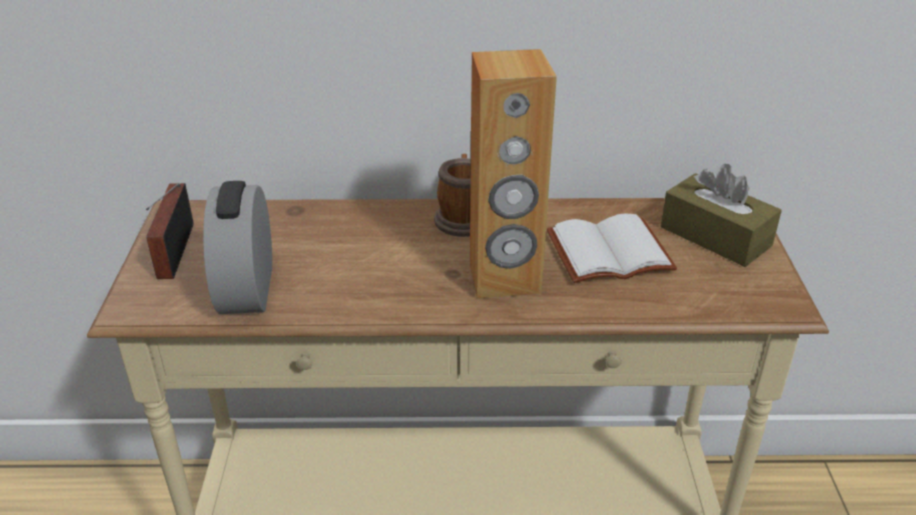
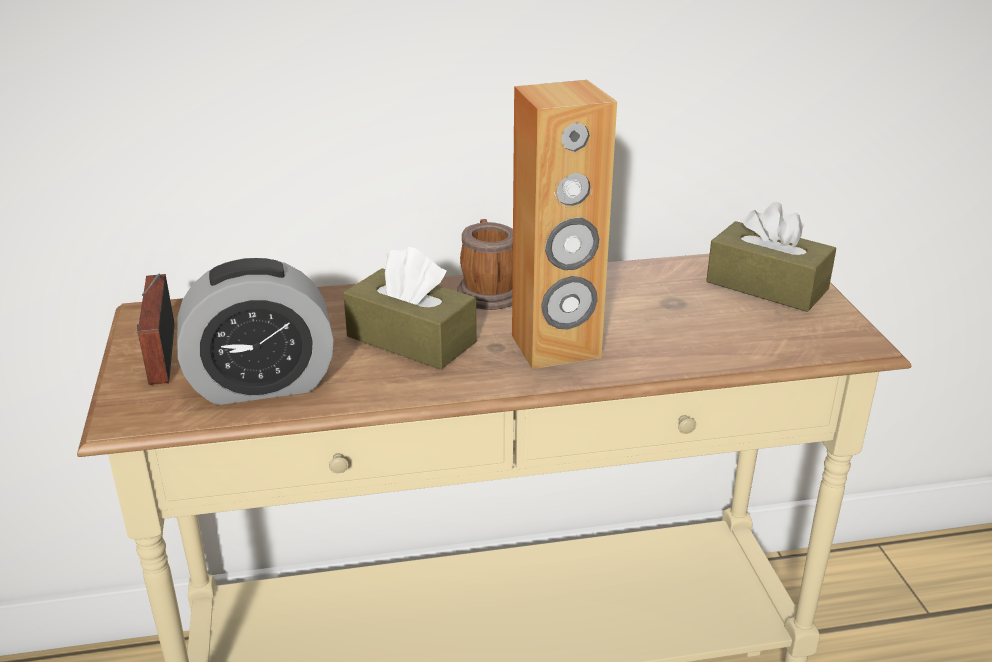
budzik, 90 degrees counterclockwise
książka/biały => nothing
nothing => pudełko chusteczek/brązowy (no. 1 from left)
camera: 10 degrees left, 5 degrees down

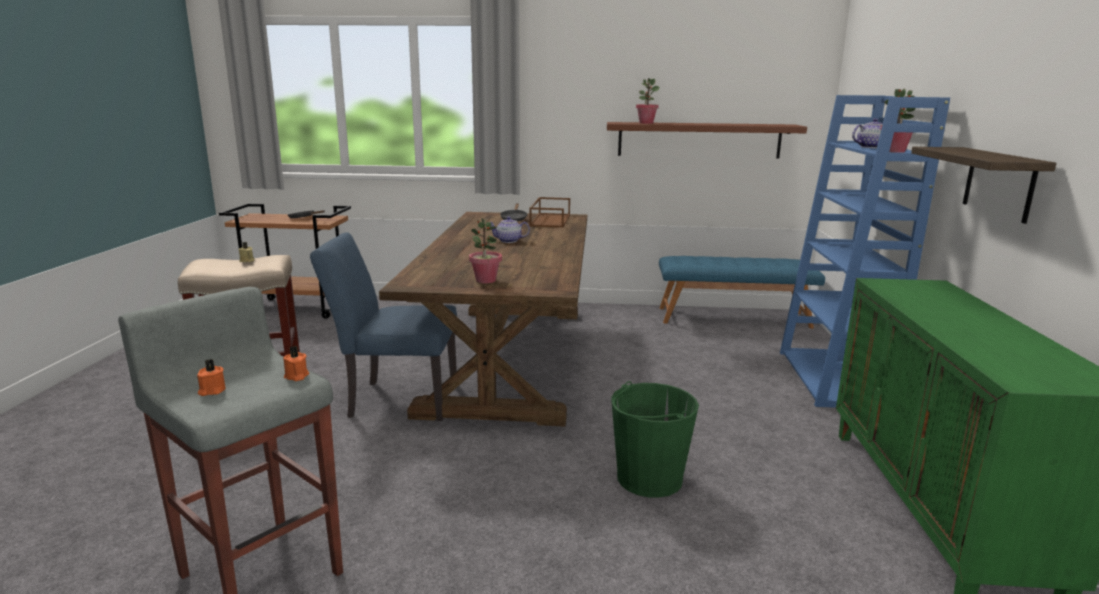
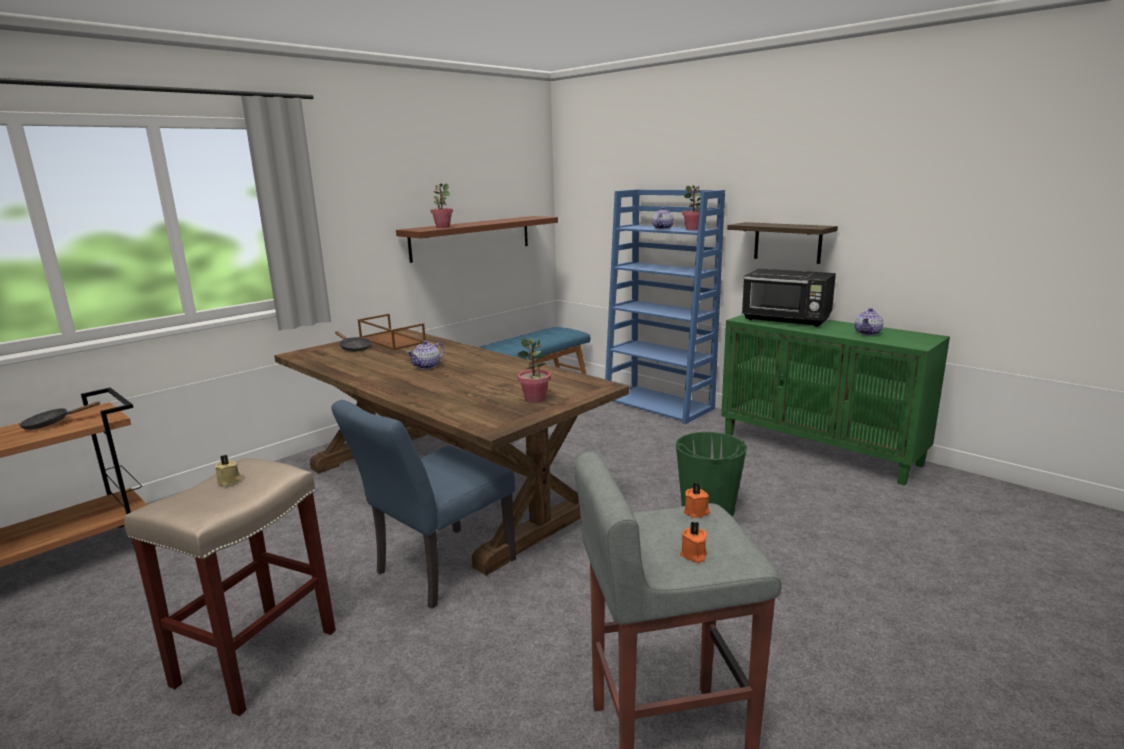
nothing => mikrofalówka/czarny
nothing => imbryk (no. 3 from left)
camera: 50 degrees left, 0 degrees up

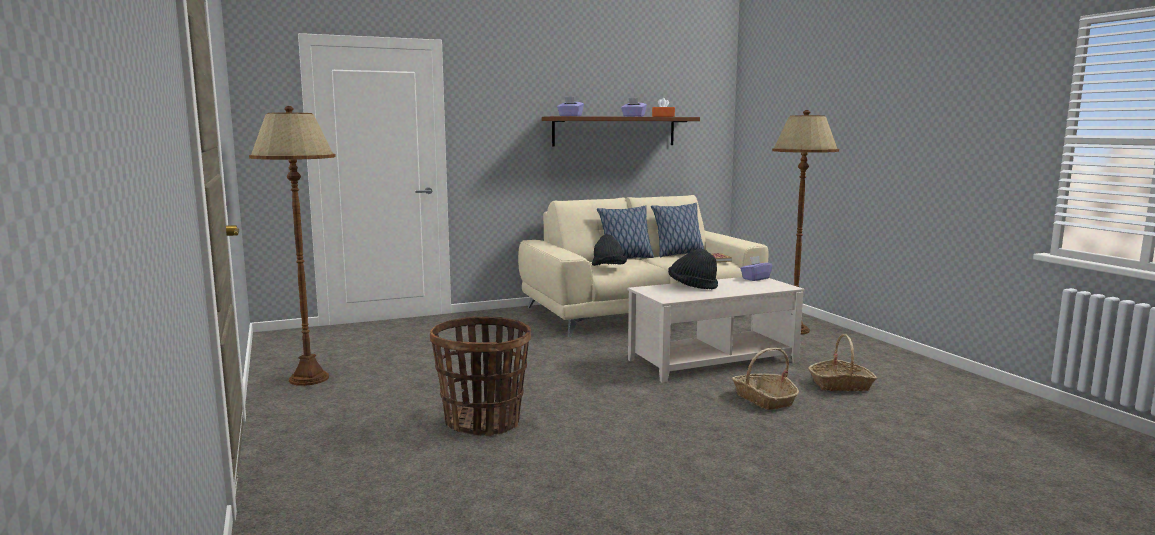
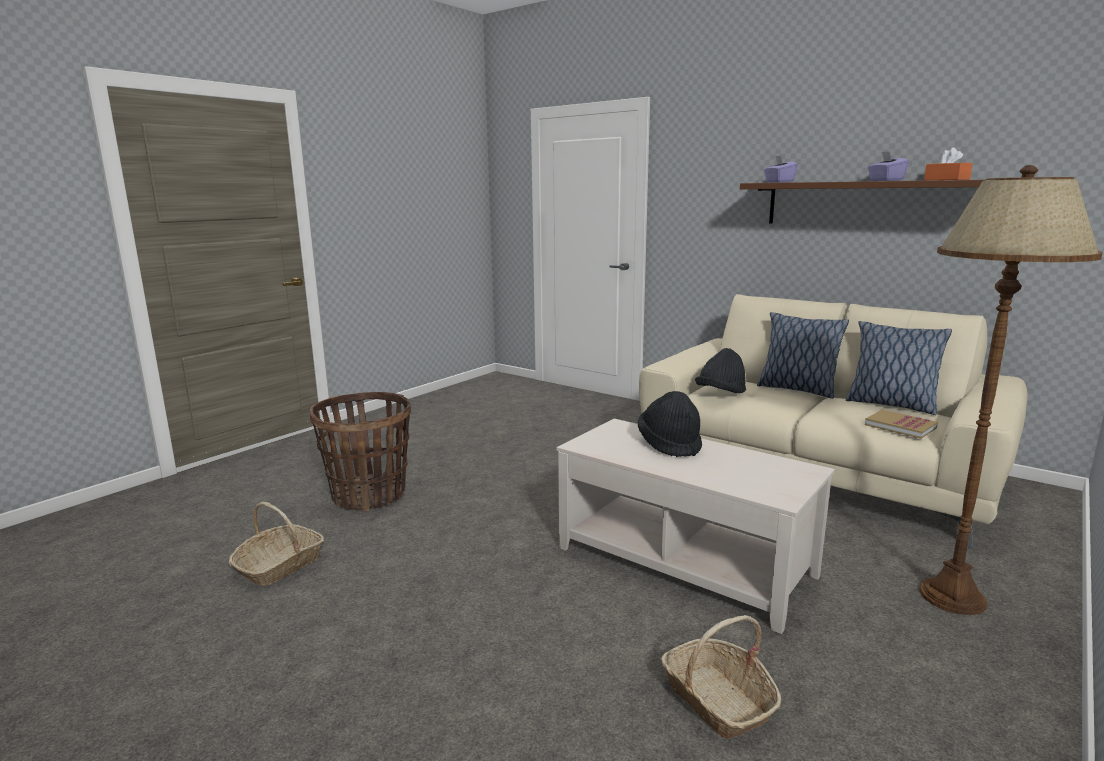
lampa stojąca/brązowy (no. 1 from left) => nothing
pudełko chusteczek/fioletowy (no. 3 from left) => nothing
koszyk (no. 2 from left in the first image) => koszyk (no. 1 from left), relocated
camera: 60 degrees right, 5 degrees up

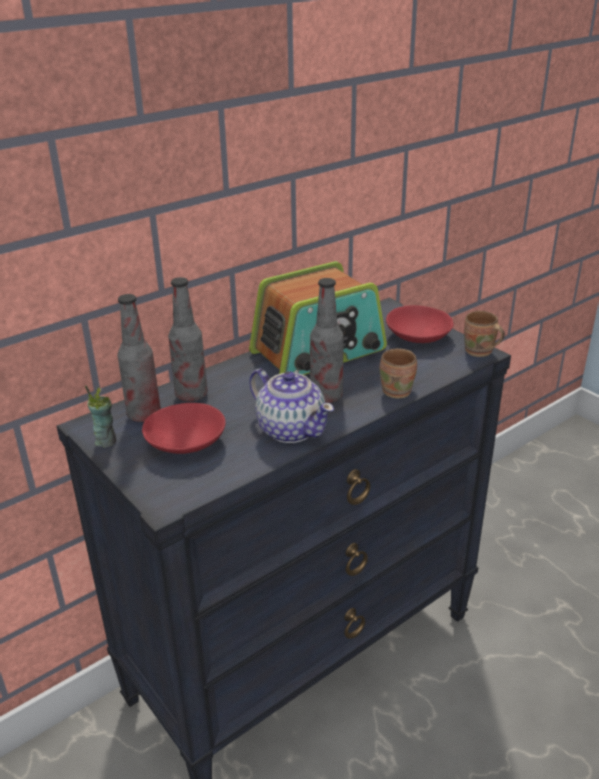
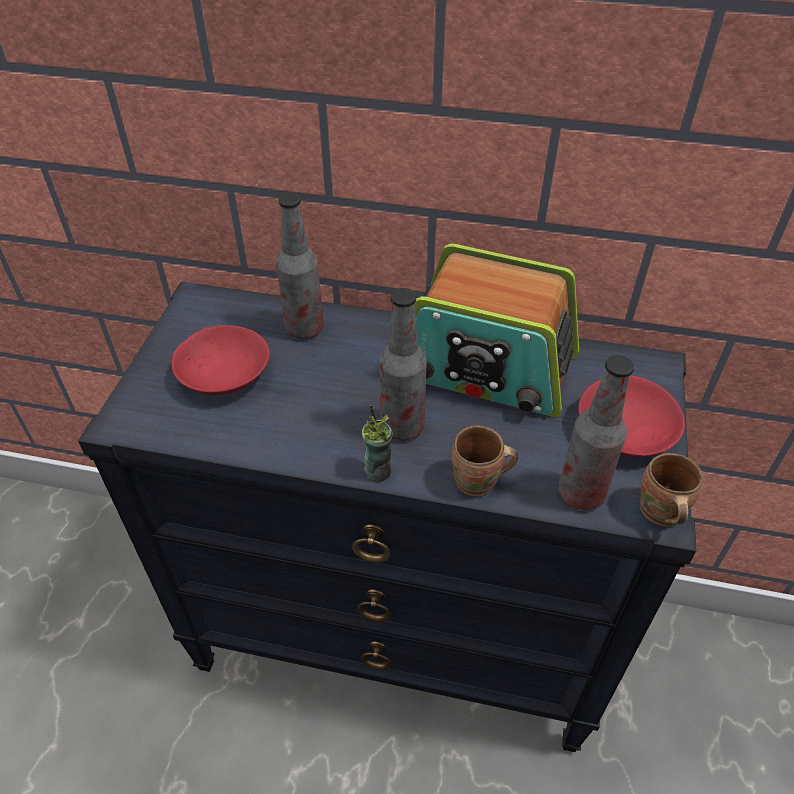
butelka (no. 1 from left in the first image) => butelka (no. 3 from left), relocated
imbryk => nothing
filiżanka, relocated
camera: 50 degrees right, 15 degrees up

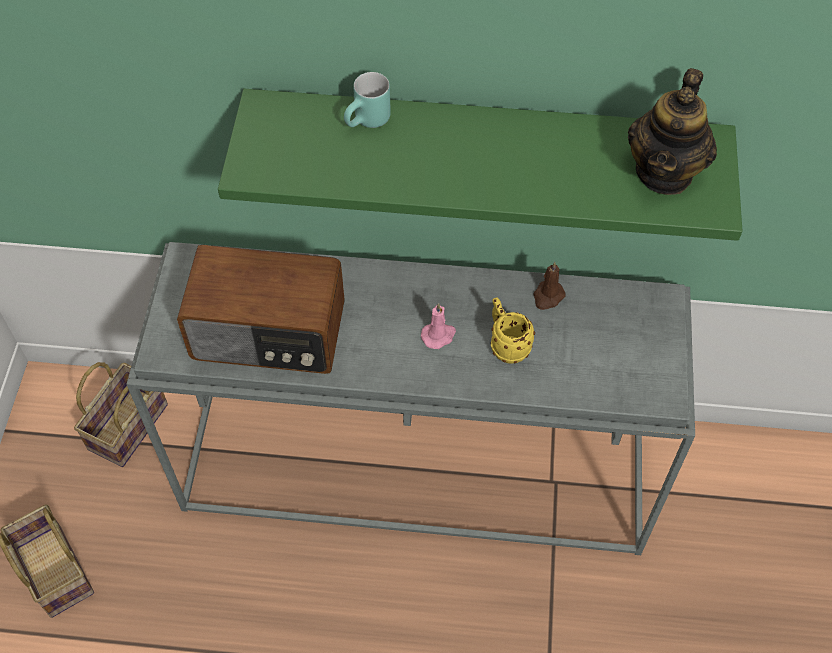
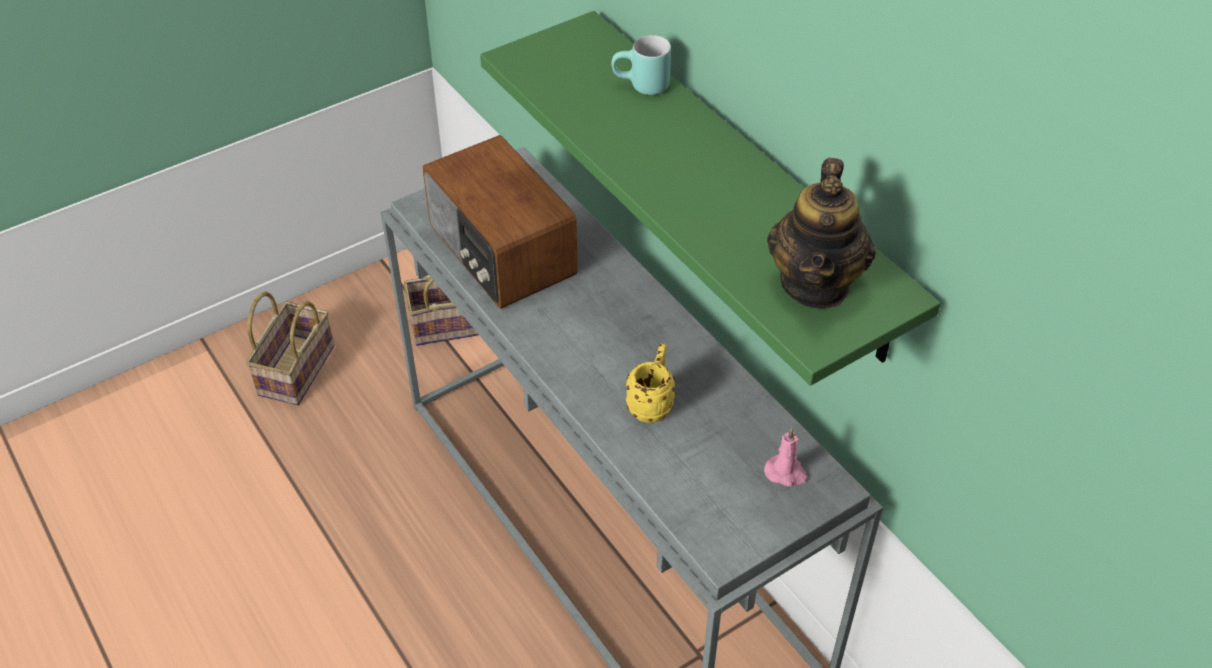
imbryk, 60 degrees counterclockwise
świeca/brązowy => nothing
świeca/różowy, relocated
camera: 50 degrees right, 10 degrees down

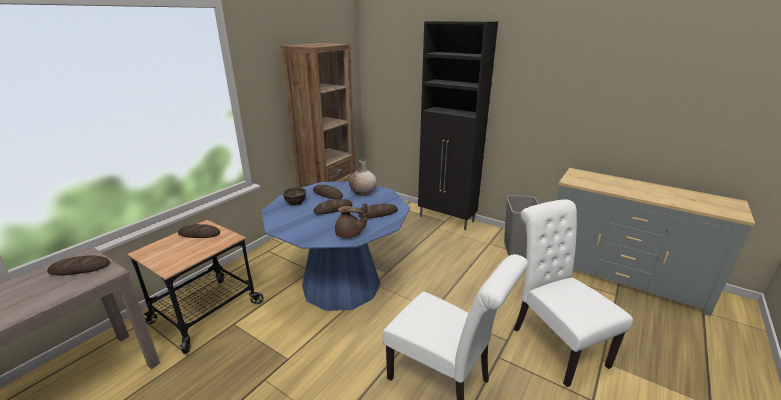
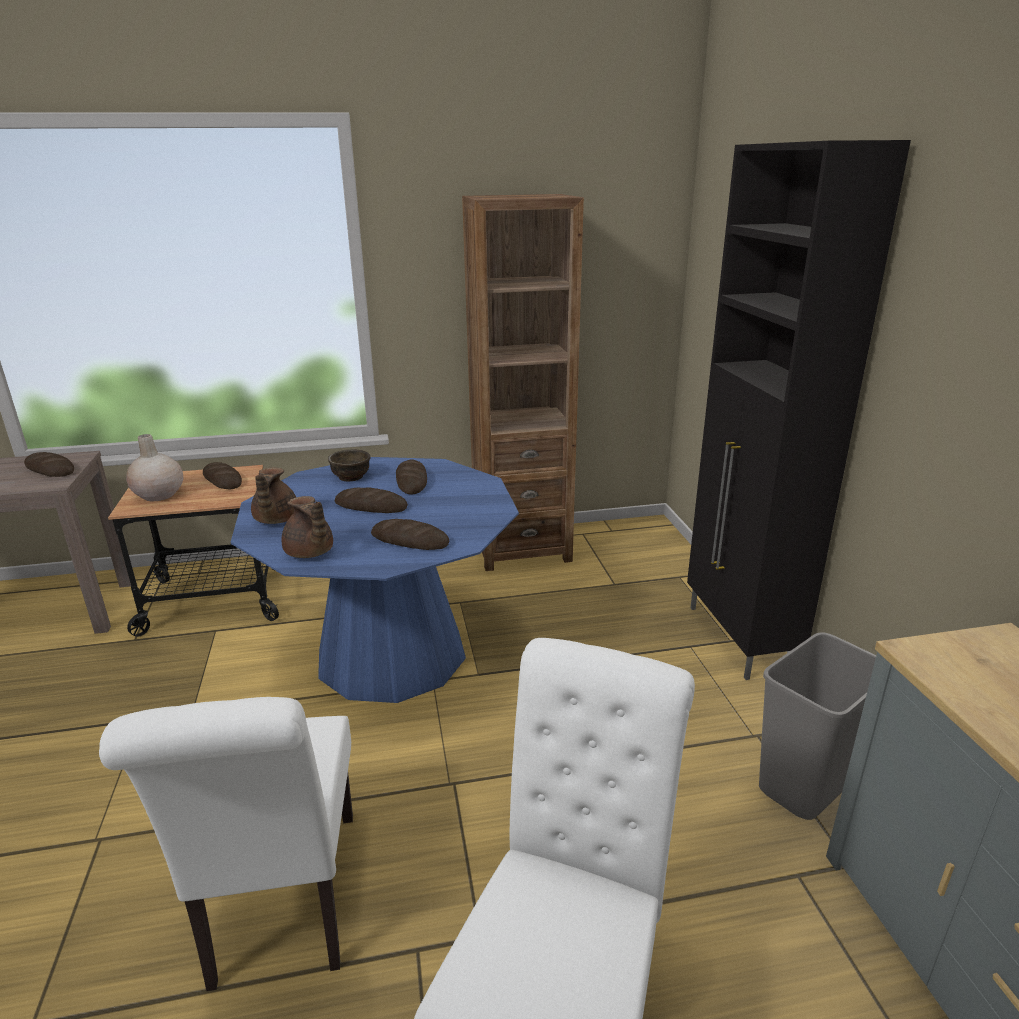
wazon/beżowy, relocated
nothing => imbryk/brązowy (no. 1 from left)
camera: 45 degrees right, 0 degrees up

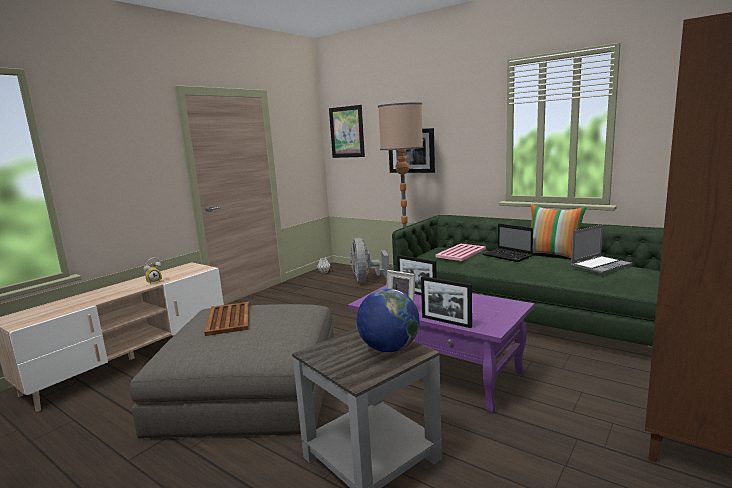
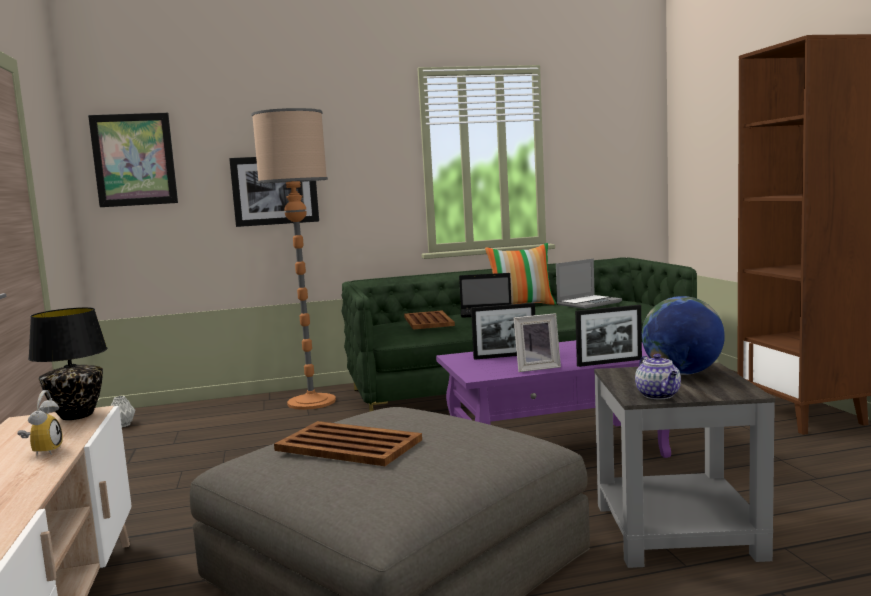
laptop (no. 2 from left), 45 degrees clockwise
wentylator/szary => nothing
taca/różowy => taca/brązowy (no. 2 from left)
nothing => lampa stołowa/czarny
nothing => imbryk
camera: 50 degrees left, 5 degrees down

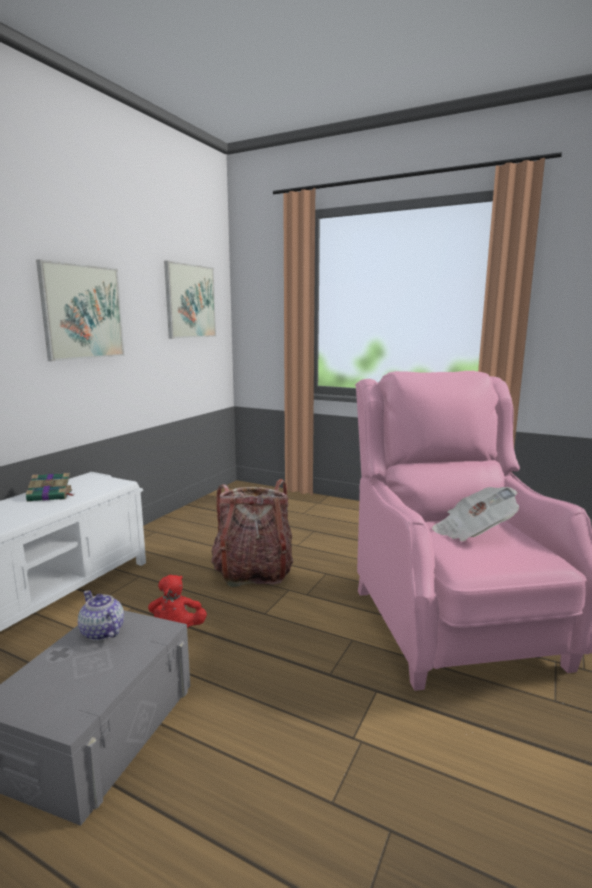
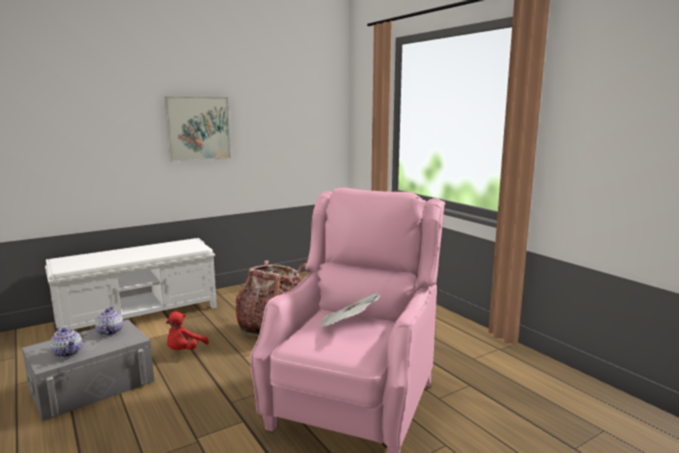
obraz (no. 2 from left) => nothing
książka => nothing
nothing => imbryk (no. 1 from left)
camera: 30 degrees right, 0 degrees up

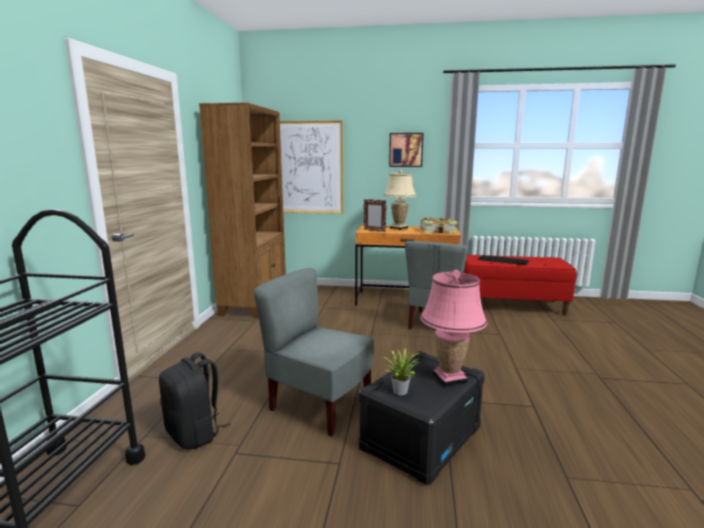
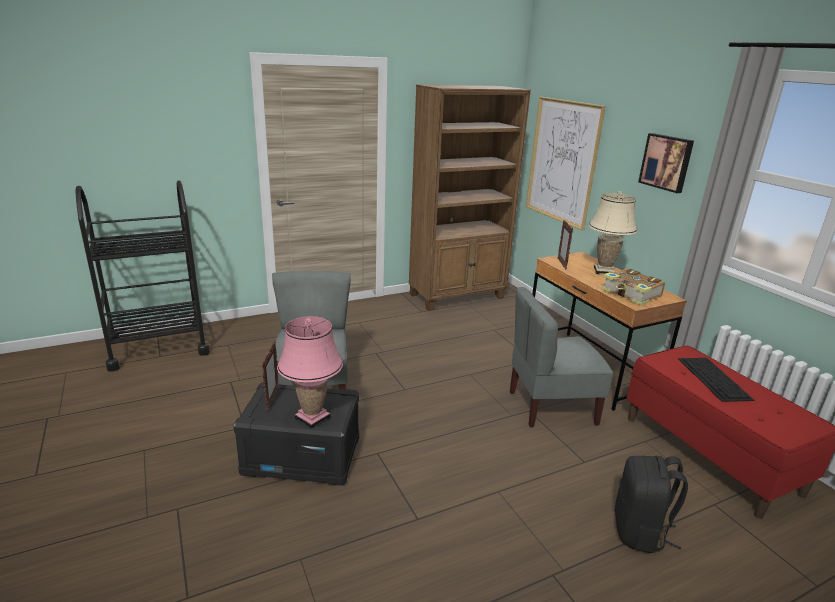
roślina doniczkowa => ramka na zdjęcie (no. 1 from left)
plecak/czarny, relocated
camera: 55 degrees right, 10 degrees up

